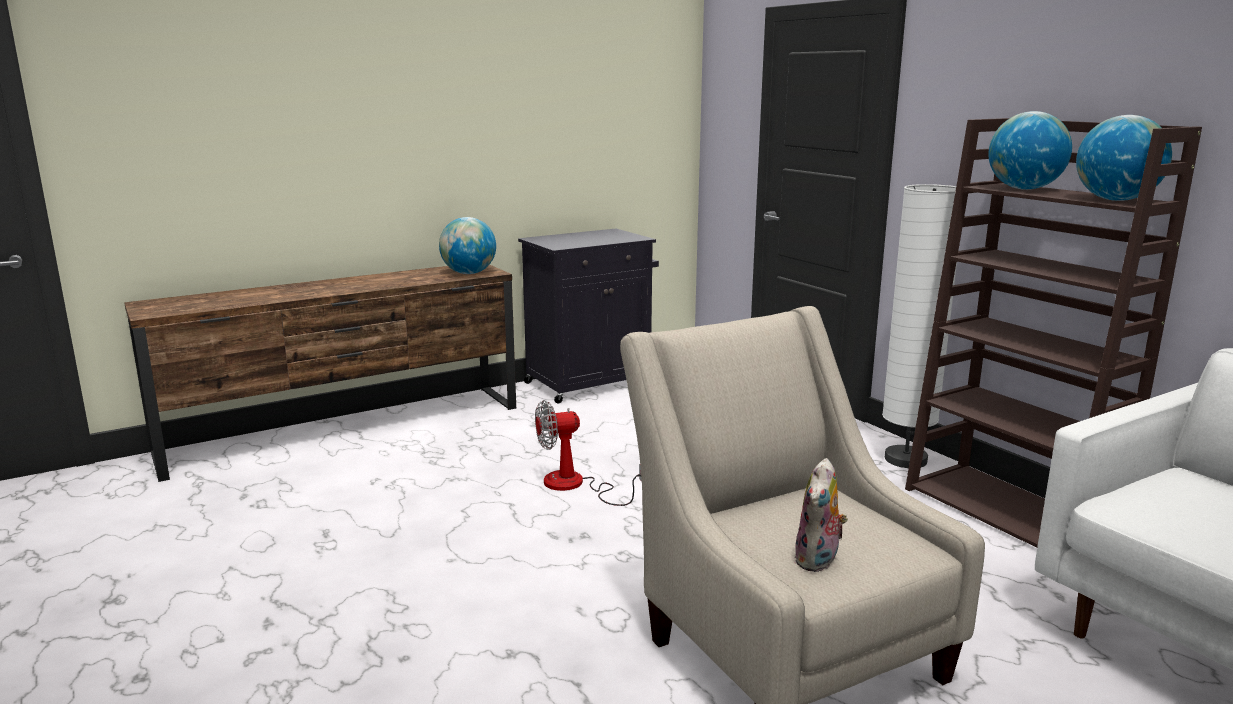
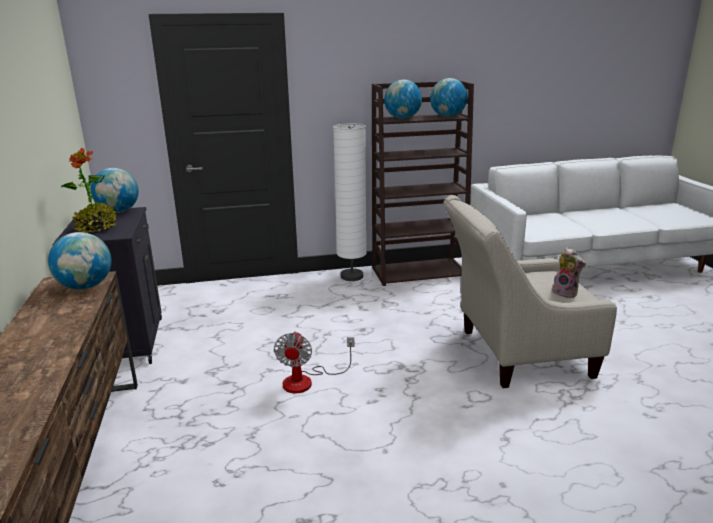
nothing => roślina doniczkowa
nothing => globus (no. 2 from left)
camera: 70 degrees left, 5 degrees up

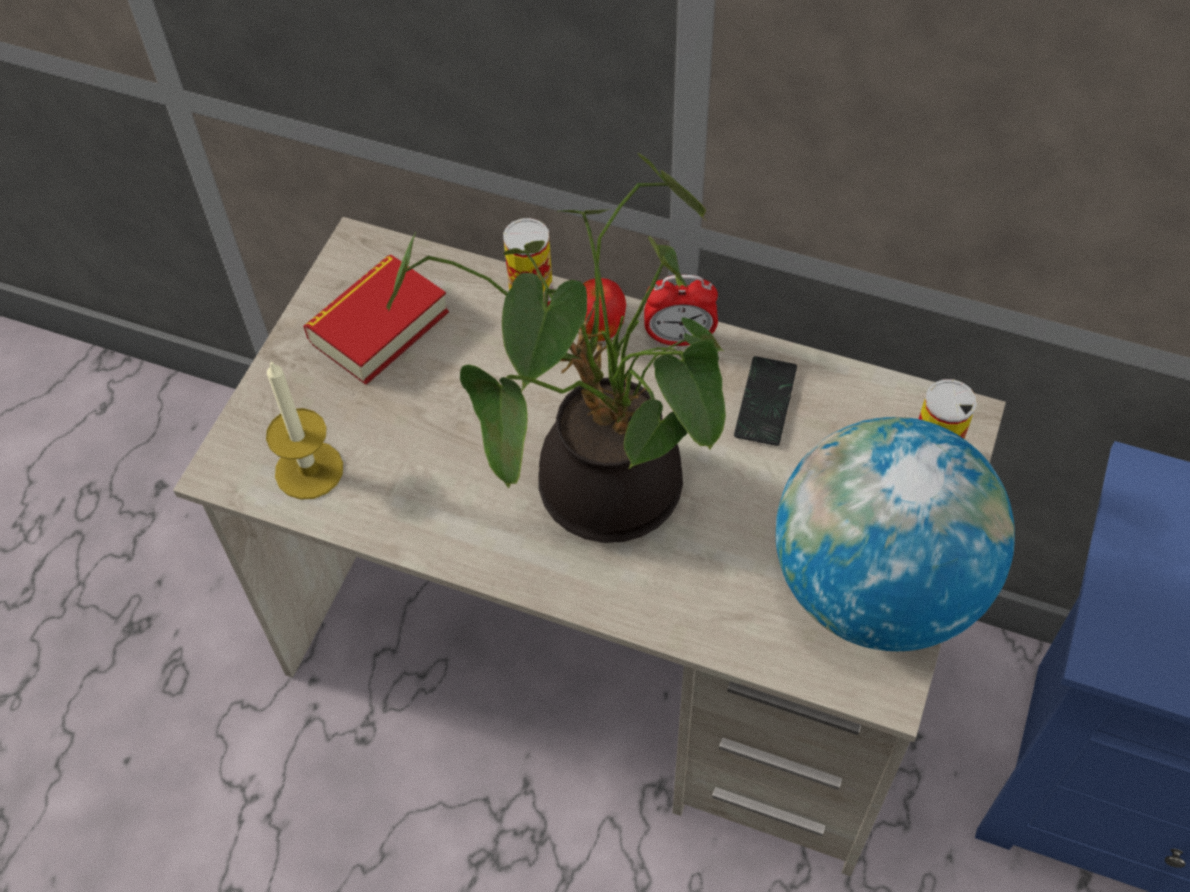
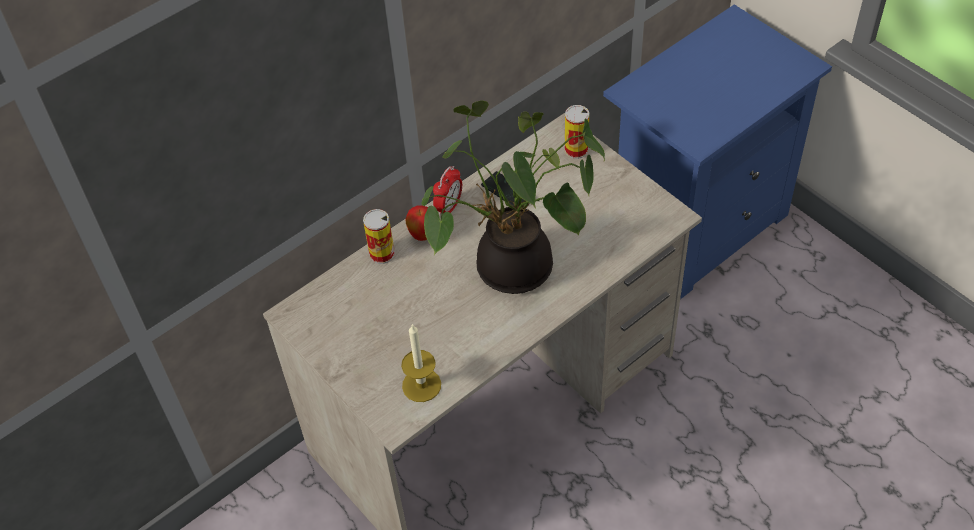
książka => nothing
globus => nothing
camera: 60 degrees left, 5 degrees down

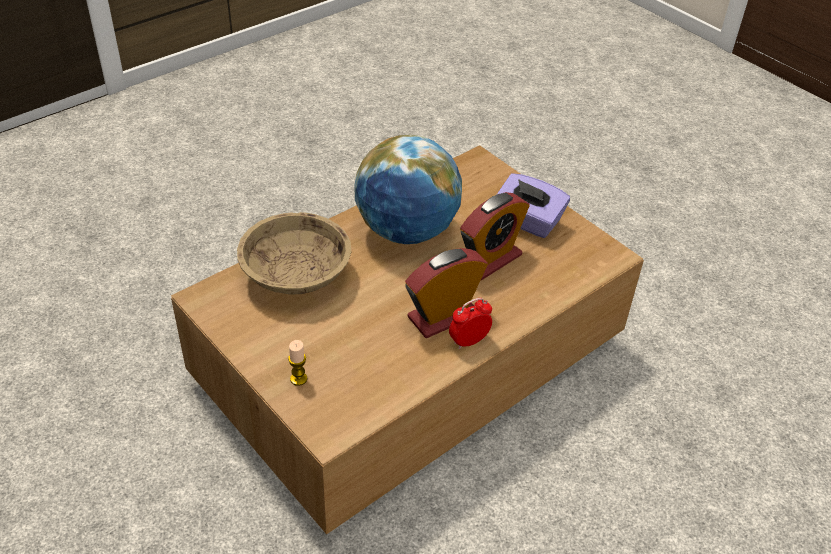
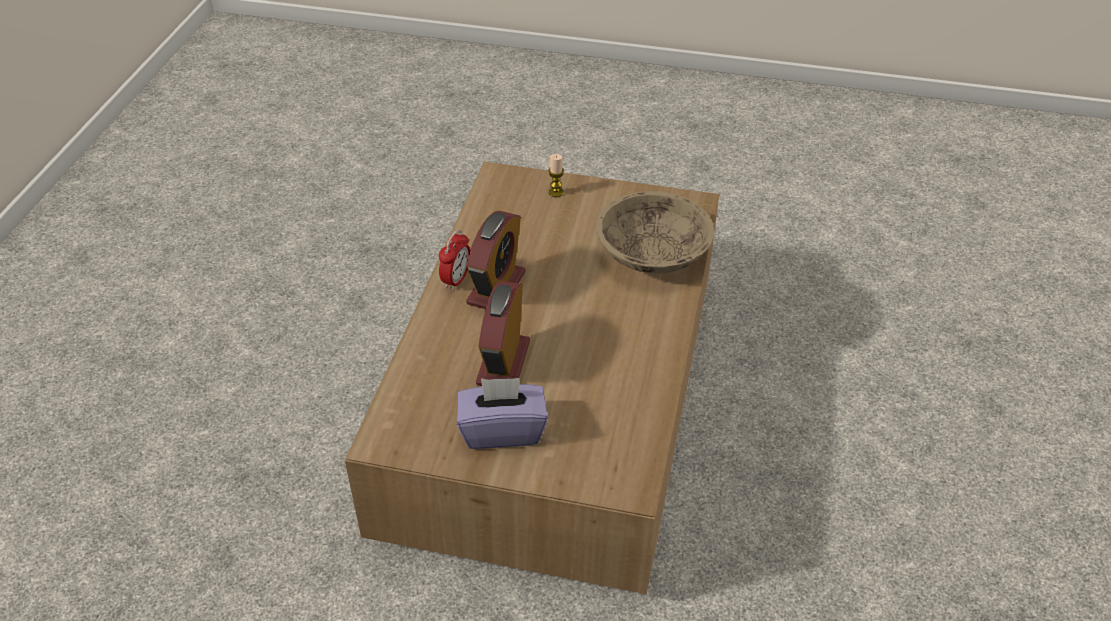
globus => nothing
camera: 145 degrees right, 0 degrees up

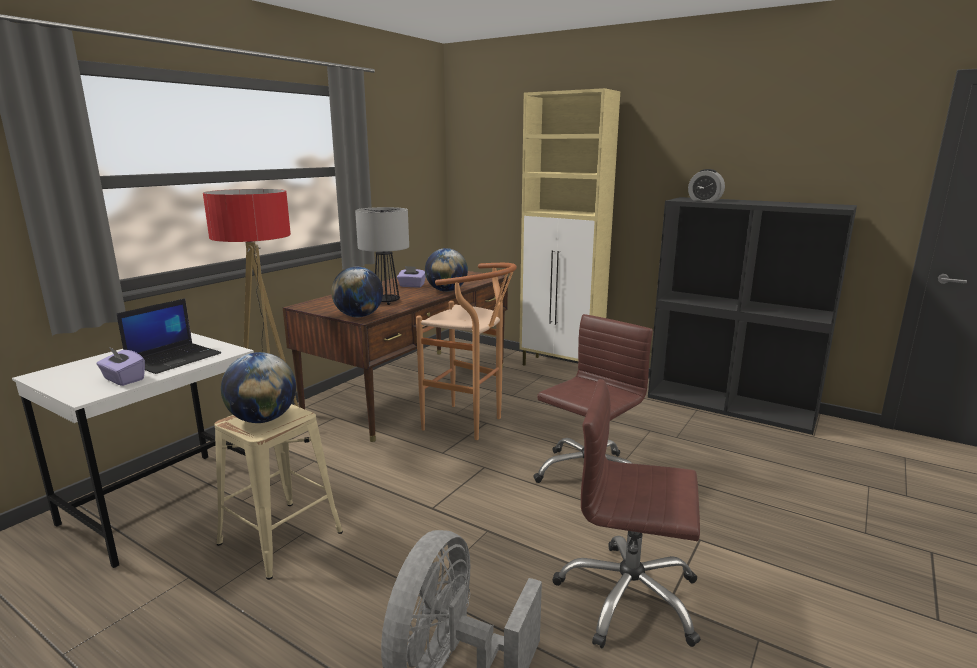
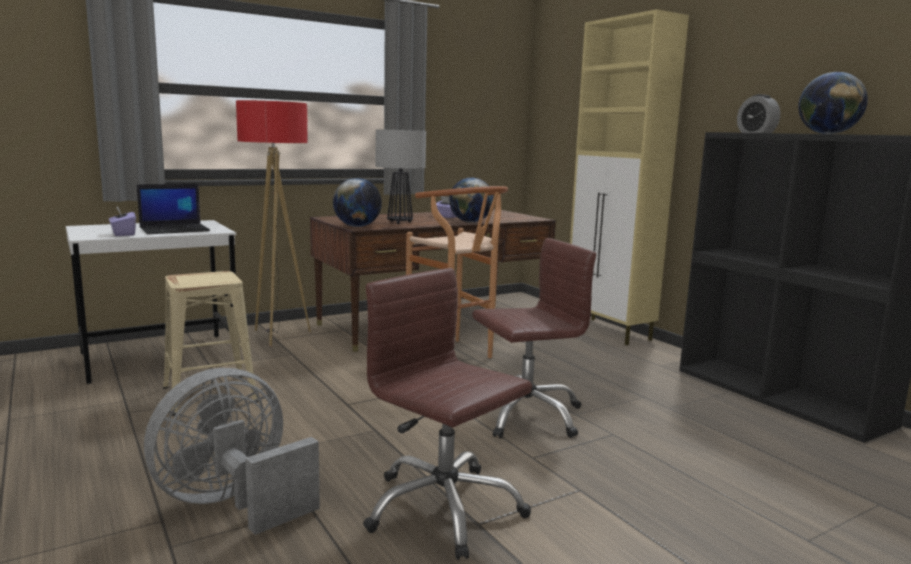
globus (no. 1 from left in the first image) => globus (no. 3 from left), relocated
camera: 25 degrees right, 5 degrees down

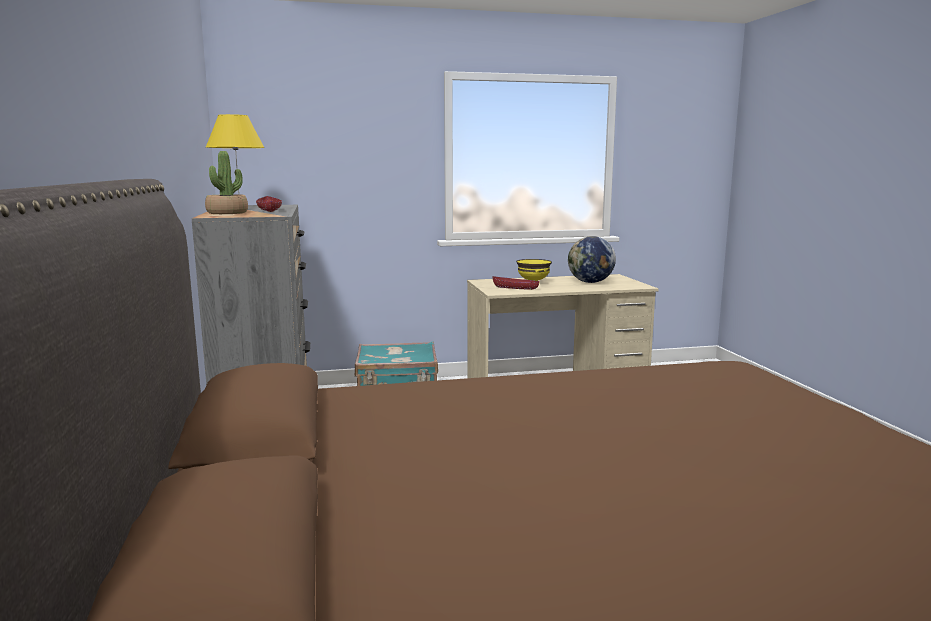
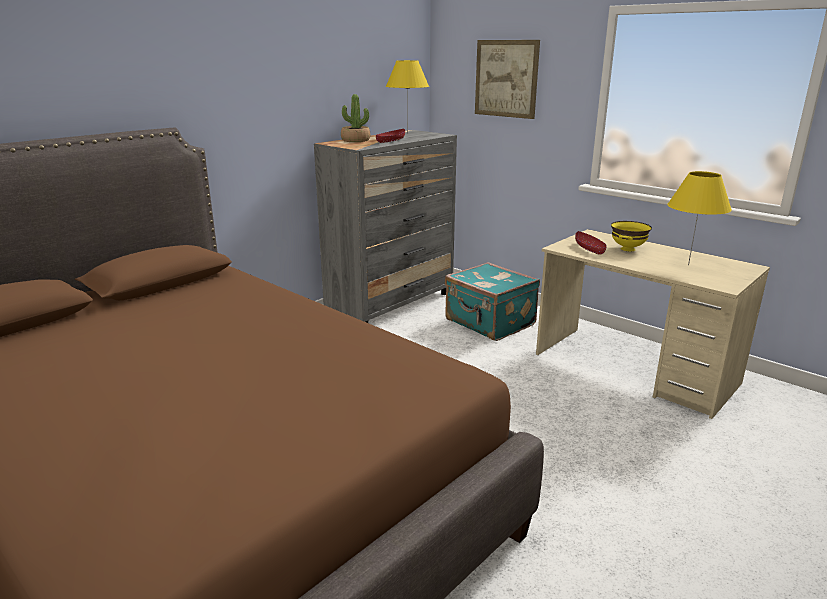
globus => lampa stołowa/żółty (no. 2 from left)
nothing => obraz
camera: 55 degrees right, 10 degrees up

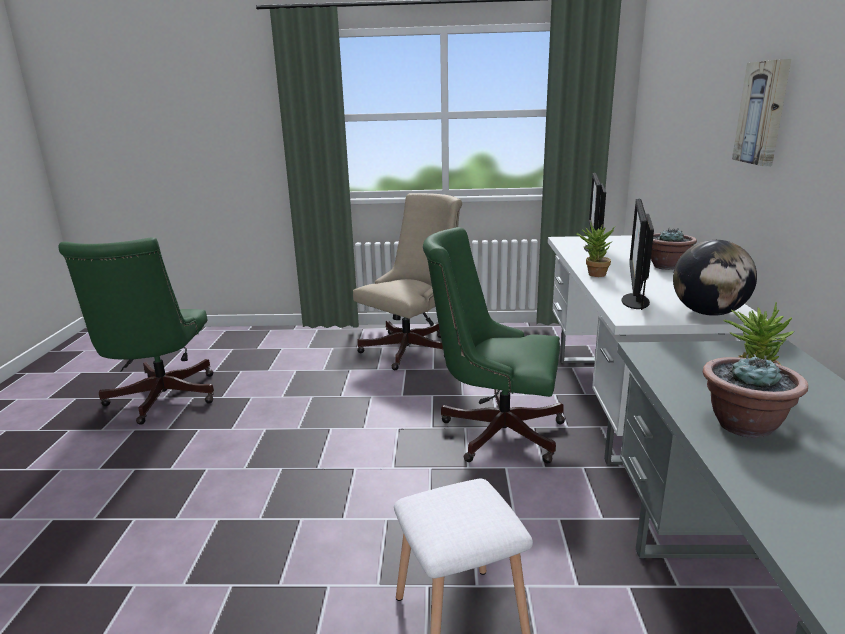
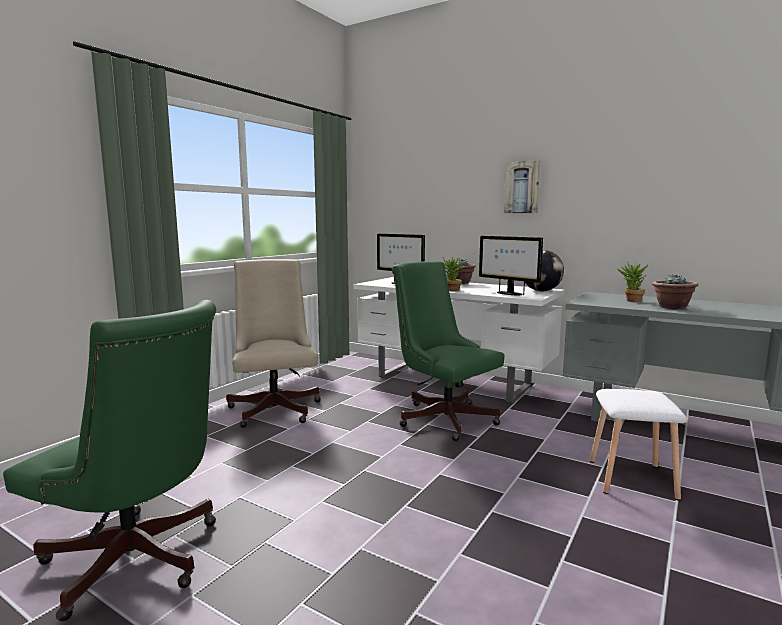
krzesło biurowe/zielony (no. 2 from left), 90 degrees clockwise
camera: 60 degrees left, 10 degrees down

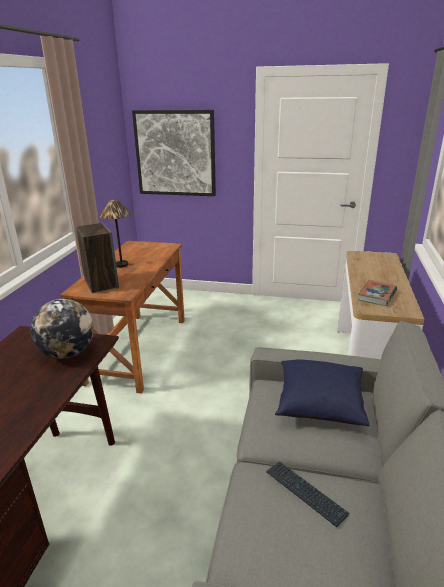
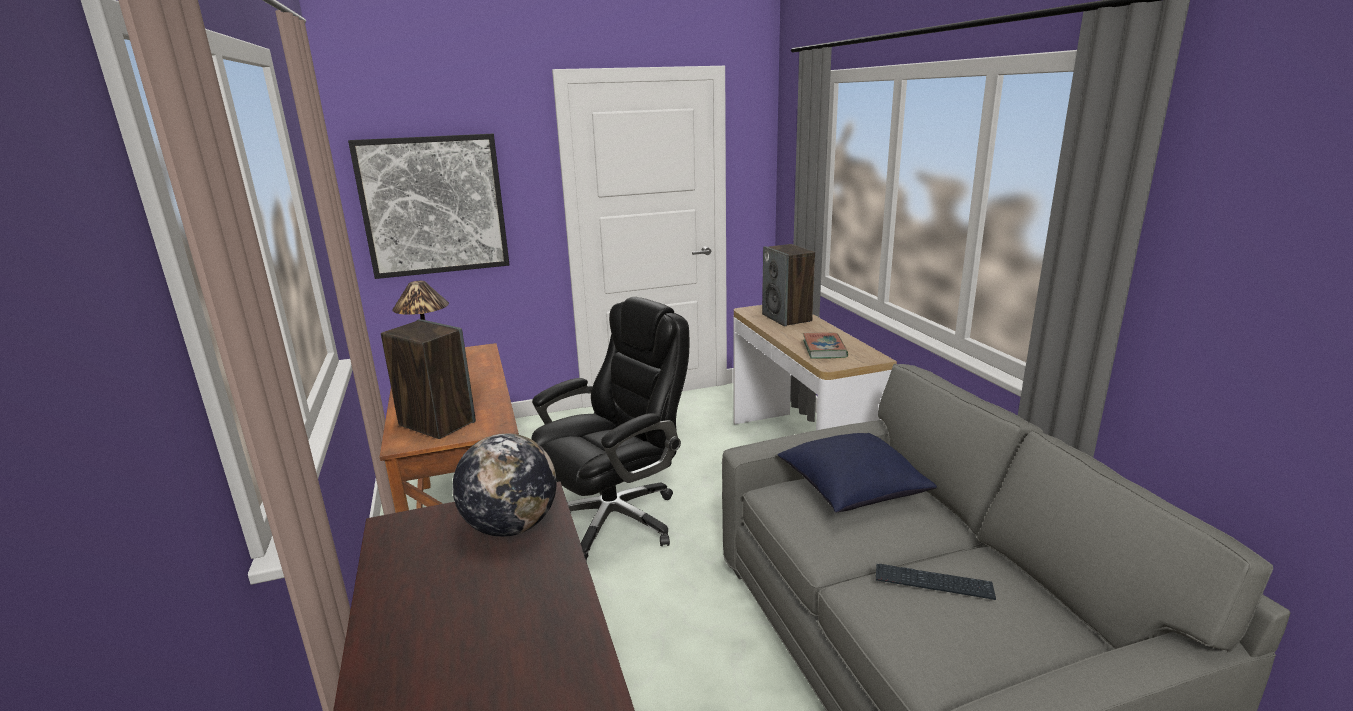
nothing => głośnik (no. 2 from left)
nothing => krzesło biurowe/czarny
camera: 30 degrees left, 5 degrees down

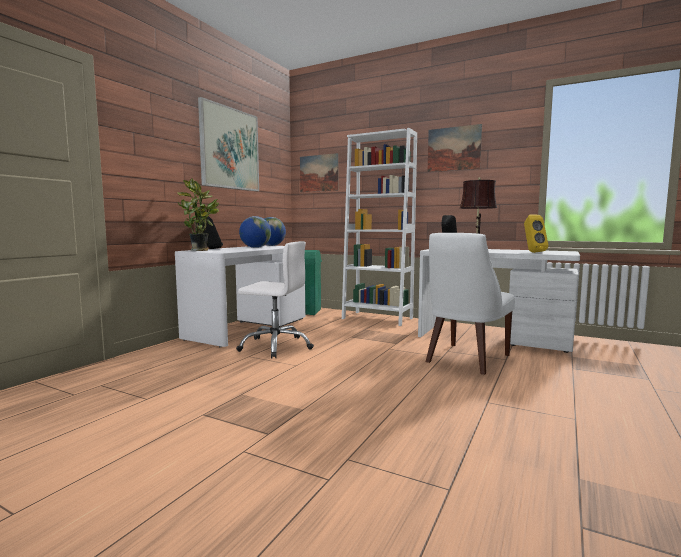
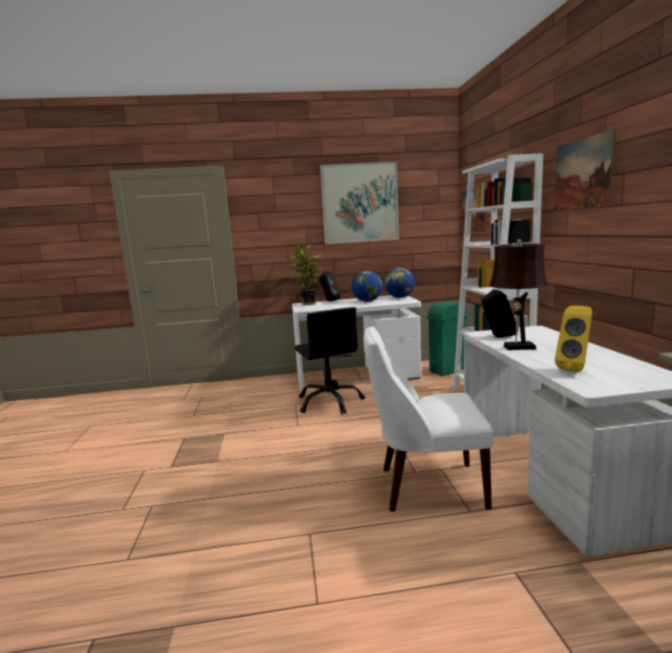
krzesło biurowe/biały => krzesło biurowe/czarny
camera: 55 degrees right, 5 degrees up

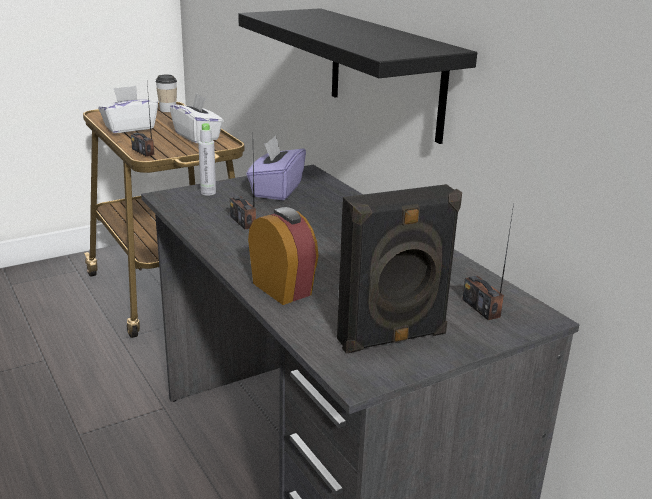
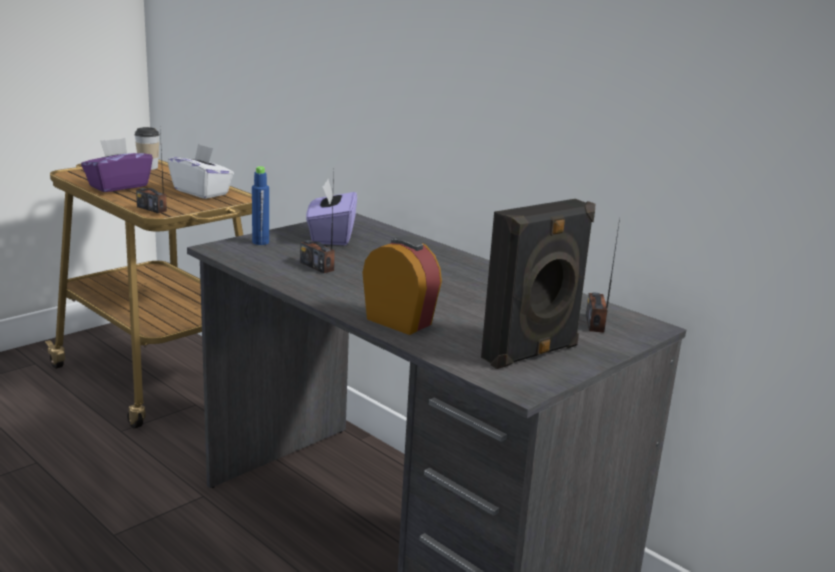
półka/czarny => nothing
pudełko chusteczek/biały (no. 1 from left) => pudełko chusteczek/fioletowy (no. 1 from left)
butelka/szary => butelka/niebieski
radio (no. 3 from left), 45 degrees clockwise
camera: 15 degrees left, 5 degrees down

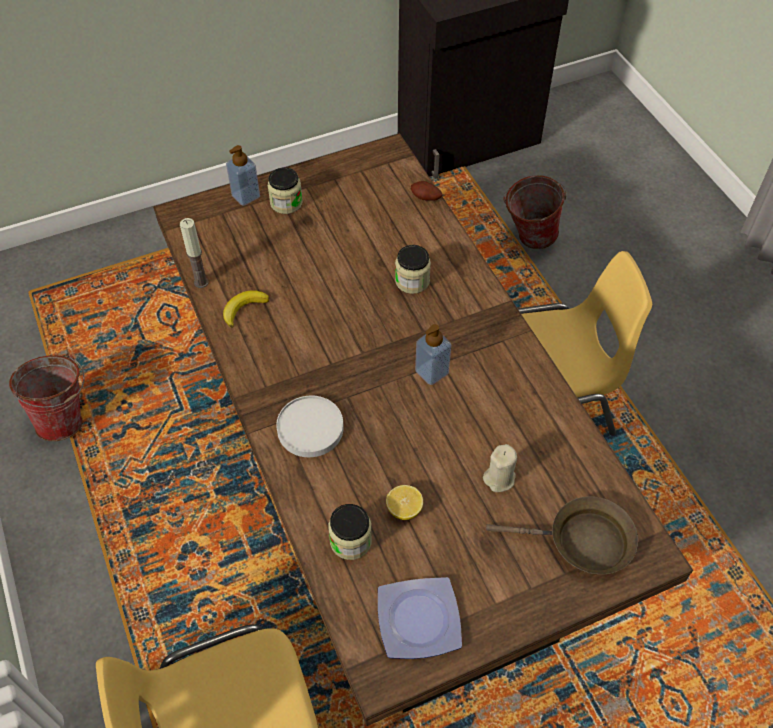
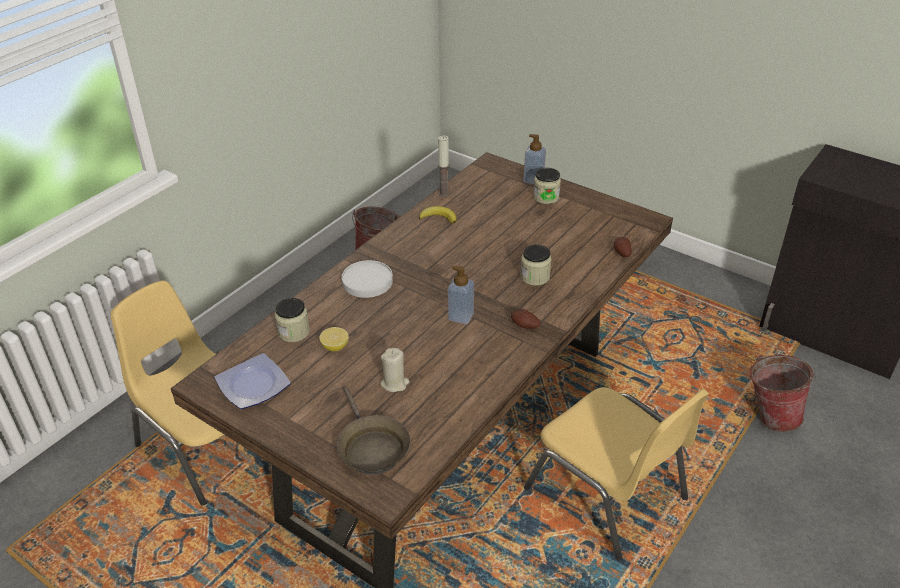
nothing => ziemniak (no. 1 from left)
camera: 60 degrees right, 15 degrees down

